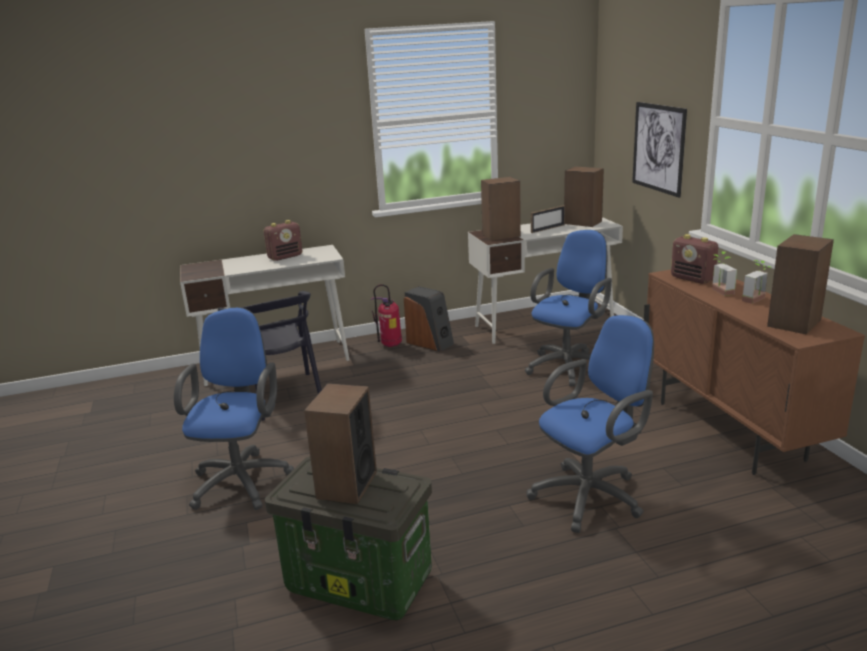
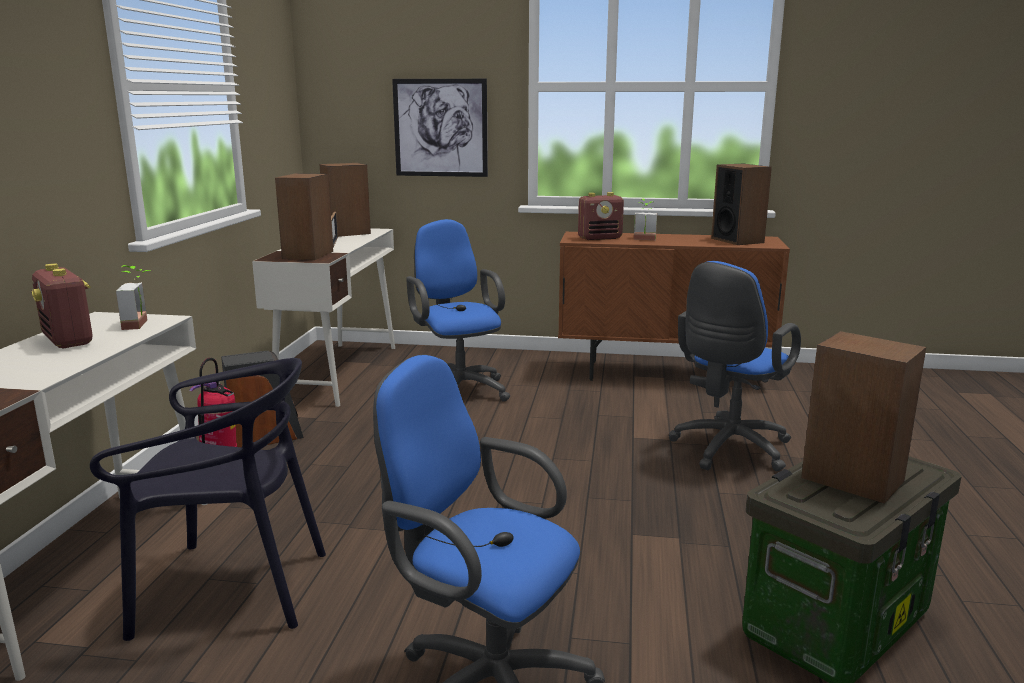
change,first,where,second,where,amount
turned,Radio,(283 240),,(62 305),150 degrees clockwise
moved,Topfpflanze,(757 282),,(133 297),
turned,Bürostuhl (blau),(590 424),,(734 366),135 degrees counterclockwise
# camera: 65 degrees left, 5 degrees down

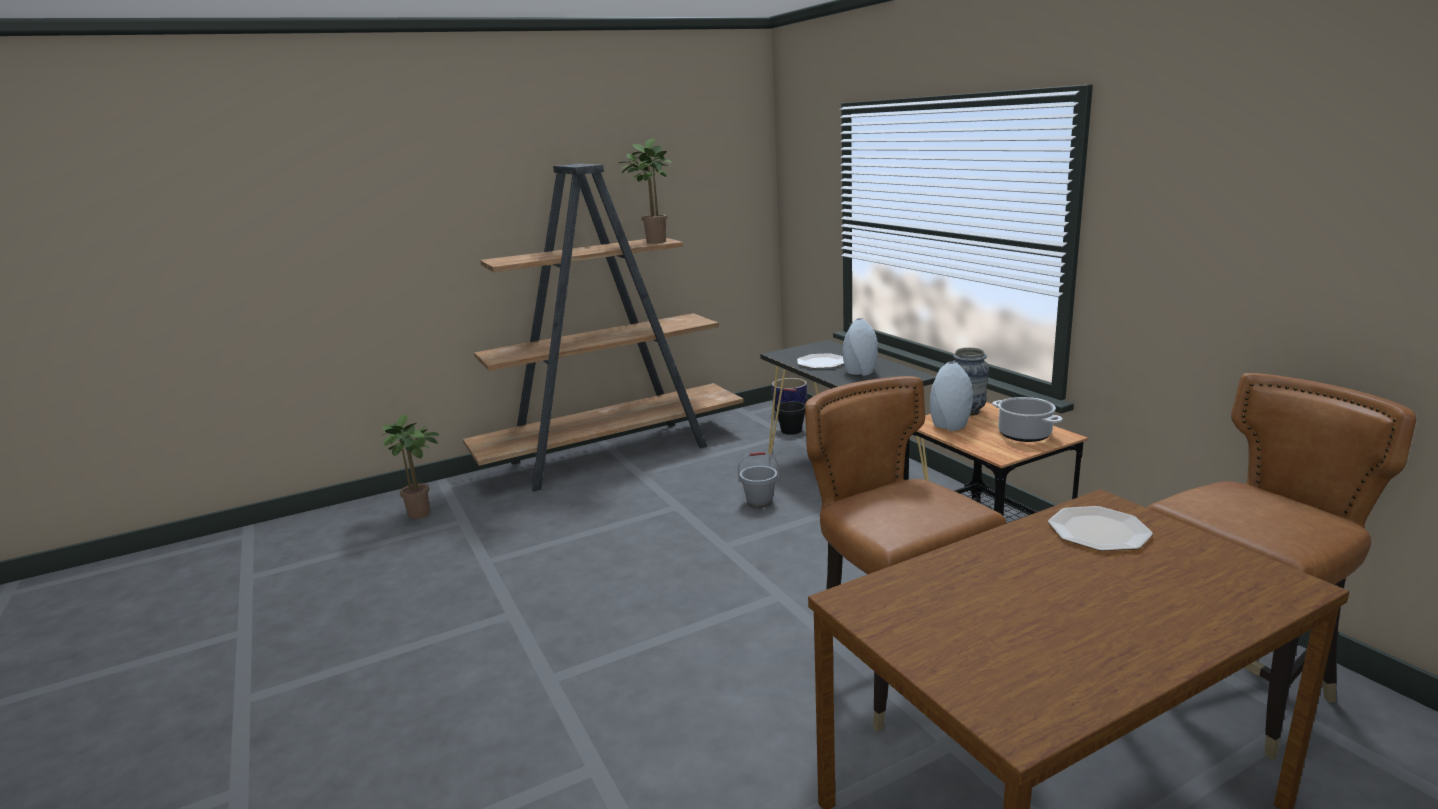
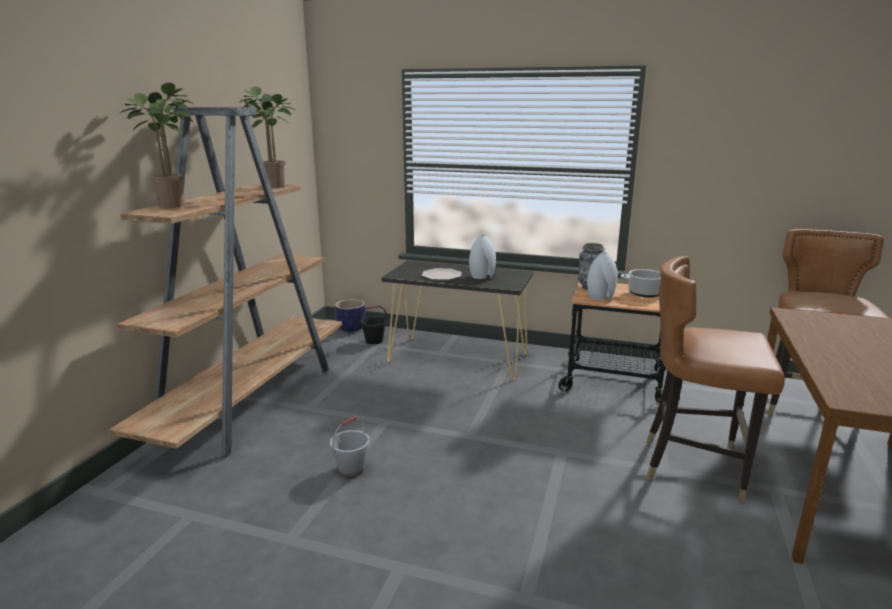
change,first,where,second,where,amount
moved,Topfpflanze,(411 466),,(158 145),
moved,Eimer (grau),(758 480),,(350 446),
removed,Teller,(1100 528),,,
# camera: 45 degrees left, 0 degrees up

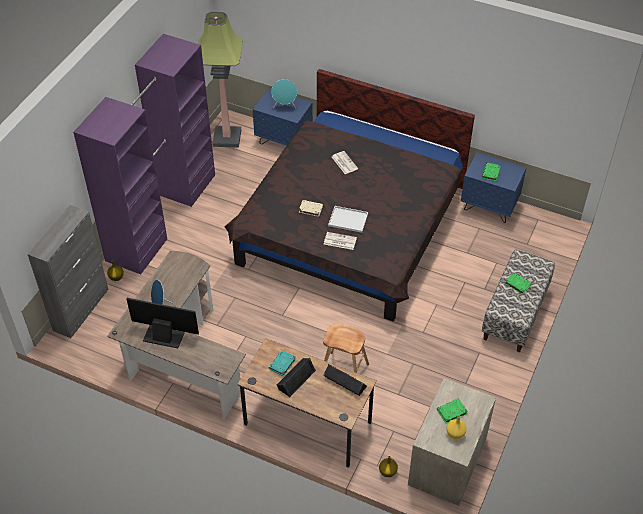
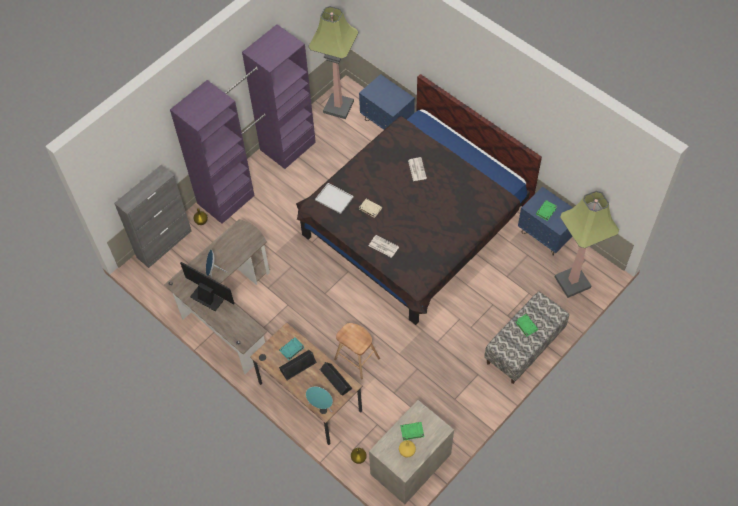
change,first,where,second,where,amount
moved,Lautsprecher (türkis),(284 94),,(319 399),
moved,Tablett (weiß),(348 219),,(334 198),
added,,,Stehlampe,(587 244),
# camera: 20 degrees right, 10 degrees up

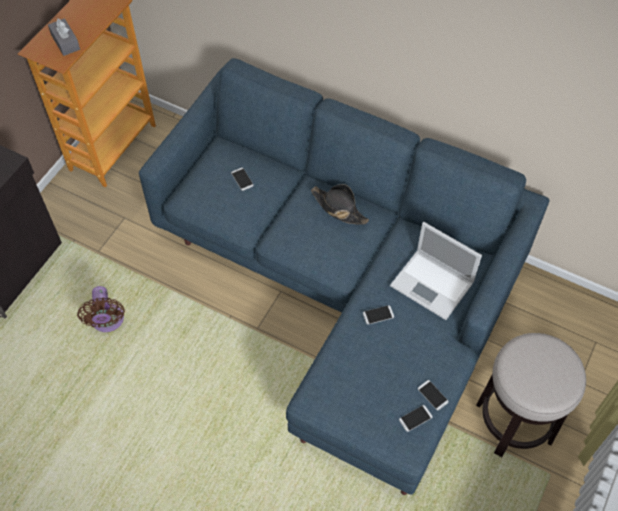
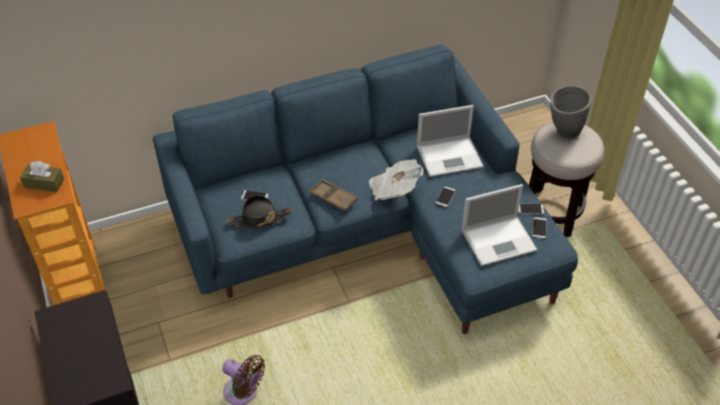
change,first,where,second,where,amount
recoloured,Taschentuchbox (grau),(64 37),Taschentuchbox (braun),(42 176),
moved,Hut (schwarz),(340 204),,(259 211),
added,,,Vase (grau),(570 112),
added,,,Zeitung,(396 179),
added,,,Tablett (braun),(334 195),
added,,,Laptop,(499 225),
# camera: 50 degrees left, 10 degrees down

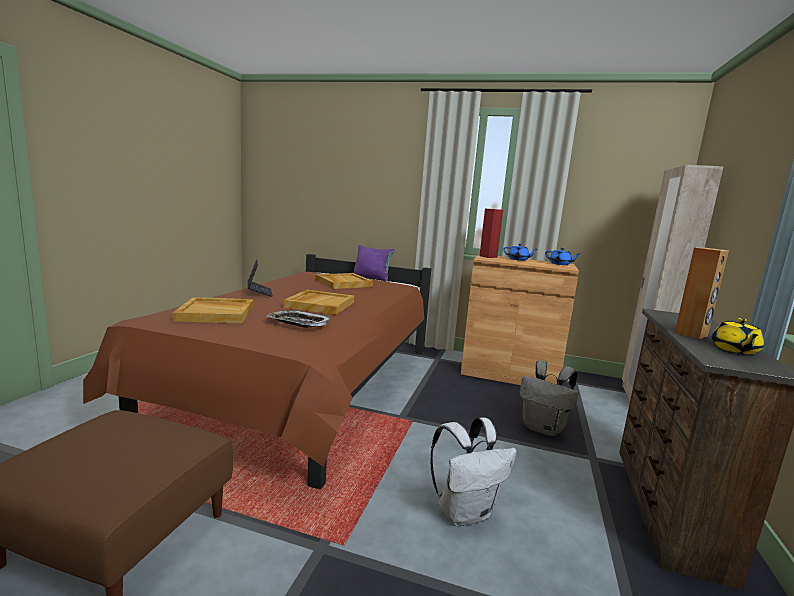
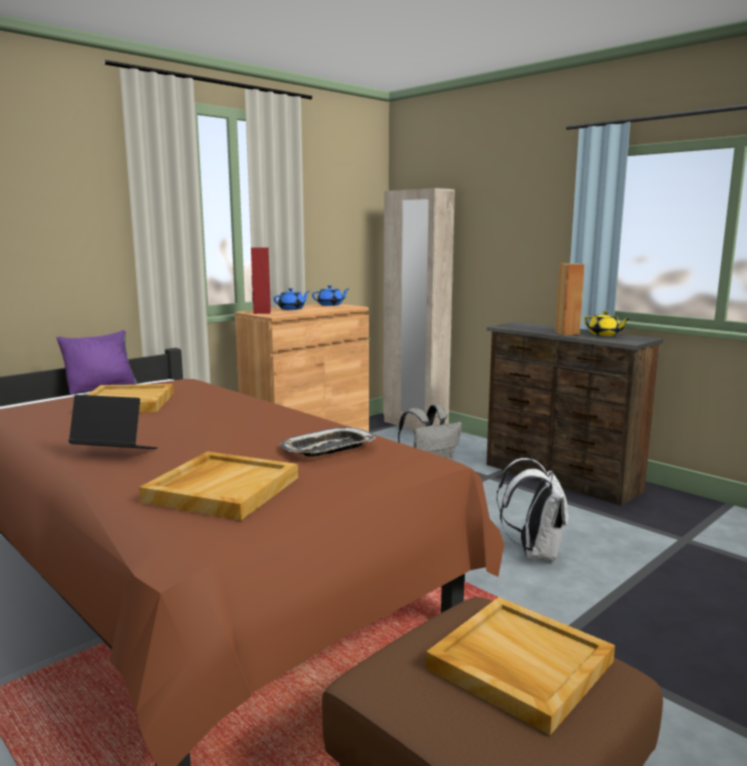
change,first,where,second,where,amount
moved,Tablett (beige),(318 302),,(520 666),
# camera: 60 degrees left, 0 degrees up

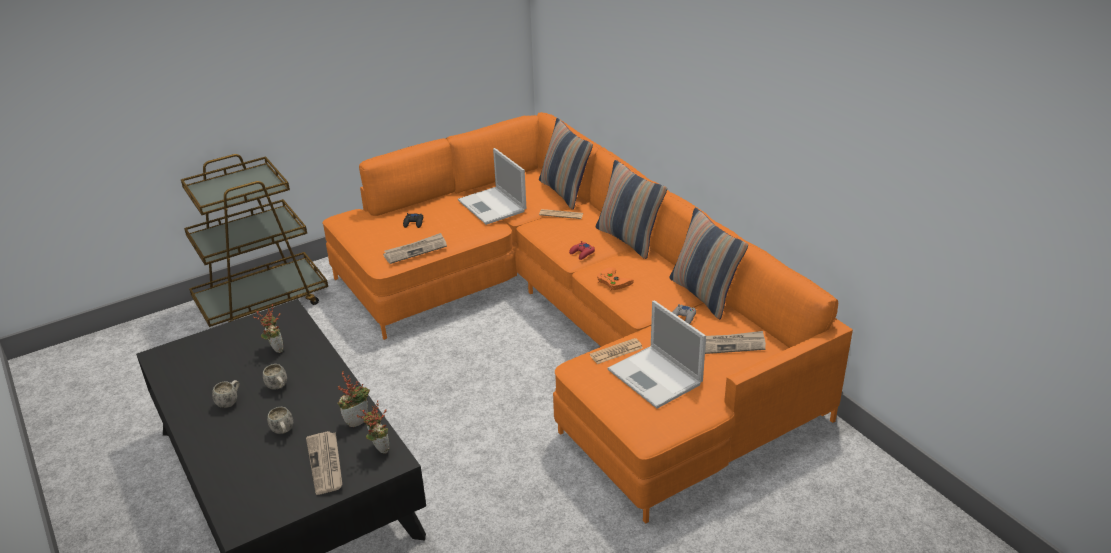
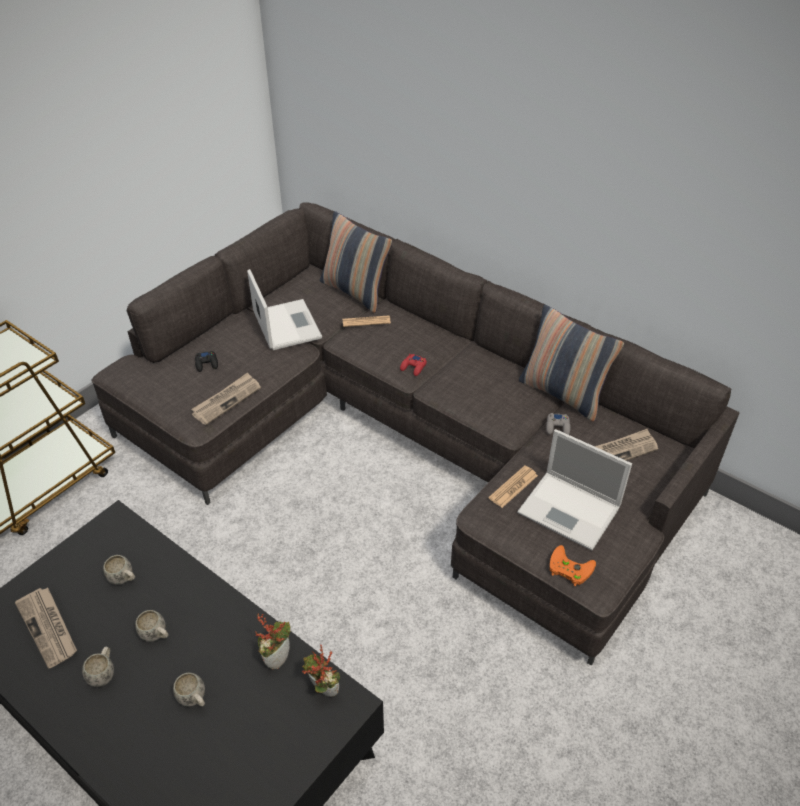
change,first,where,second,where,amount
recoloured,Sofa (orange),(587 318),Sofa (grau),(415 434),
turned,Laptop,(492 186),,(284 309),150 degrees counterclockwise
removed,Kissen,(631 209),,,
moved,Gamepad (orange),(615 279),,(573 566),
replaced,Topfpflanze,(268 328),Henkelbecher (weiß),(119 570),
moved,Zeitung,(324 463),,(46 628),
# camera: 20 degrees left, 10 degrees up

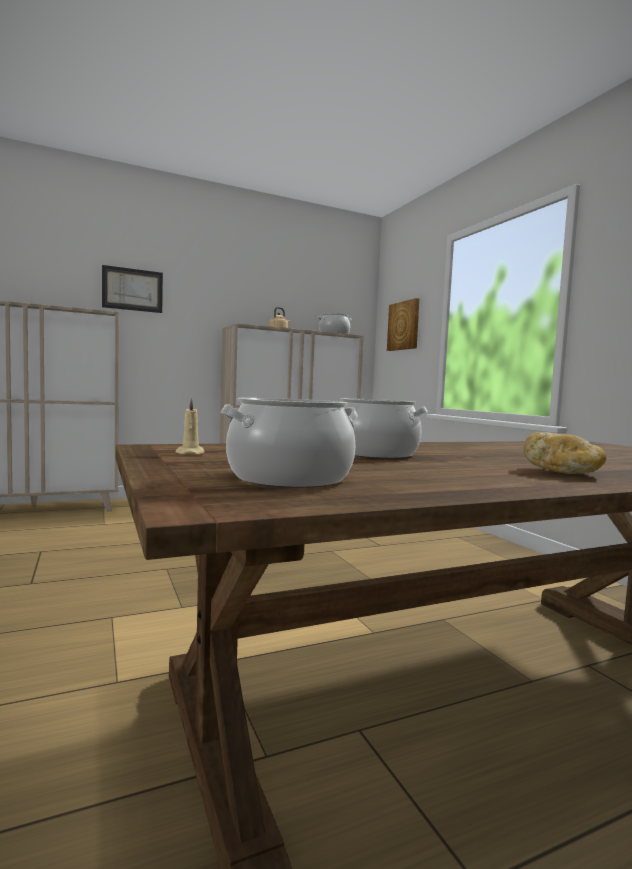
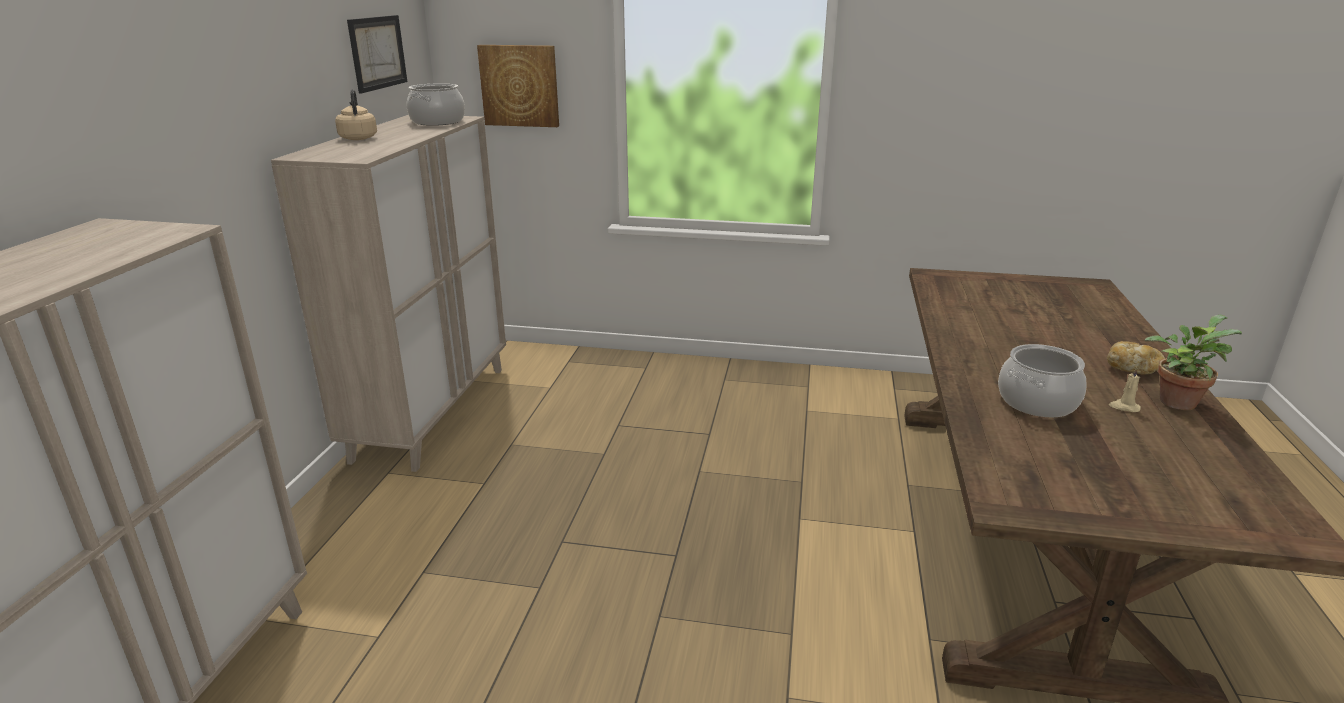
change,first,where,second,where,amount
moved,Bild,(132 289),,(377 54),
moved,Kerze (beige),(190 426),,(1125 389),
removed,Kochtopf,(289 443),,,
added,,,Topfpflanze,(1193 362),
# camera: 55 degrees left, 20 degrees up

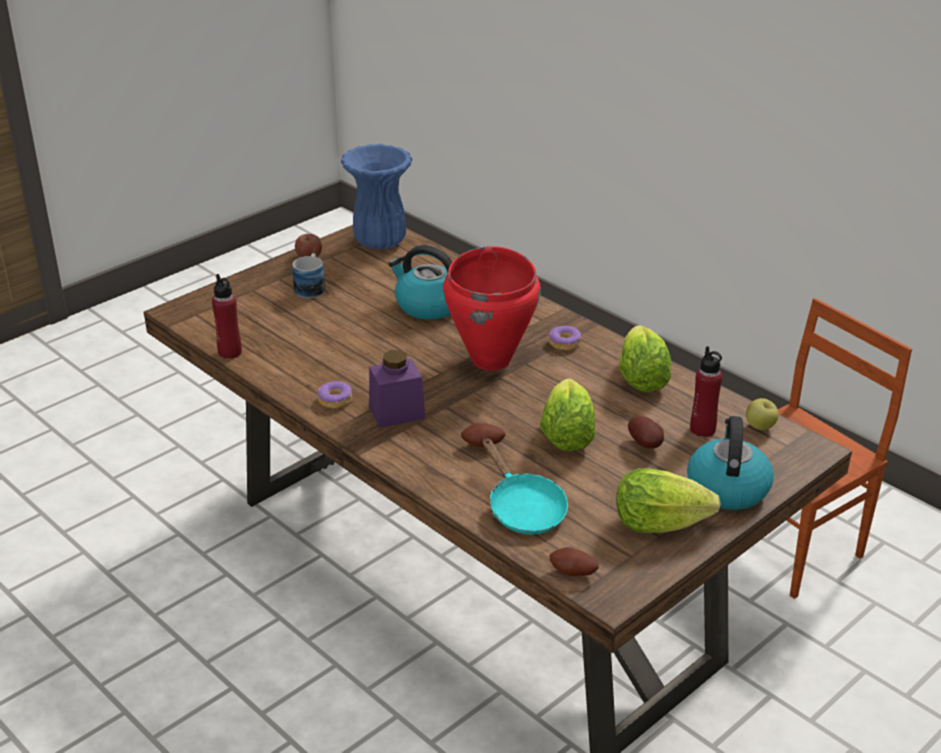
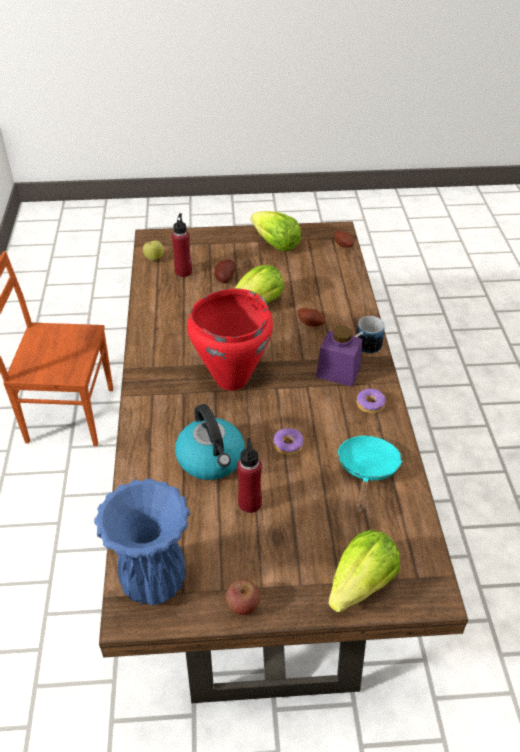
change,first,where,second,where,amount
moved,Henkelbecher,(308 276),,(369 335),
moved,Flasche (rot),(227 316),,(249 475),
moved,Salatkopf,(645 358),,(364 571),
moved,Donut,(565 338),,(288 441),
removed,Wasserkessel,(730 463),,,
moved,Pfanne (türkis),(525 486),,(370 474),
# camera: 140 degrees left, 10 degrees up

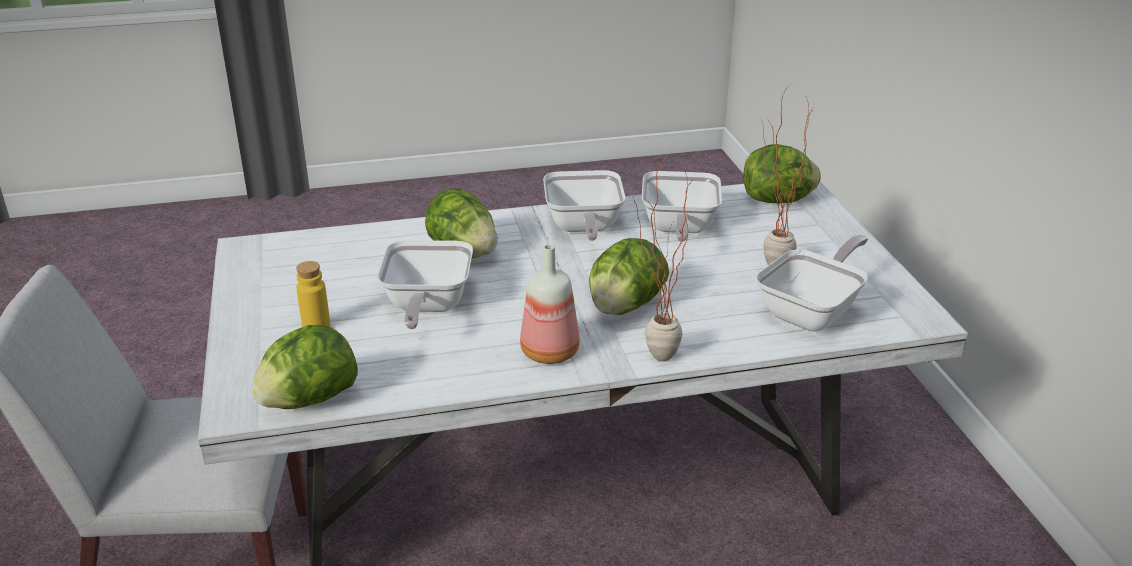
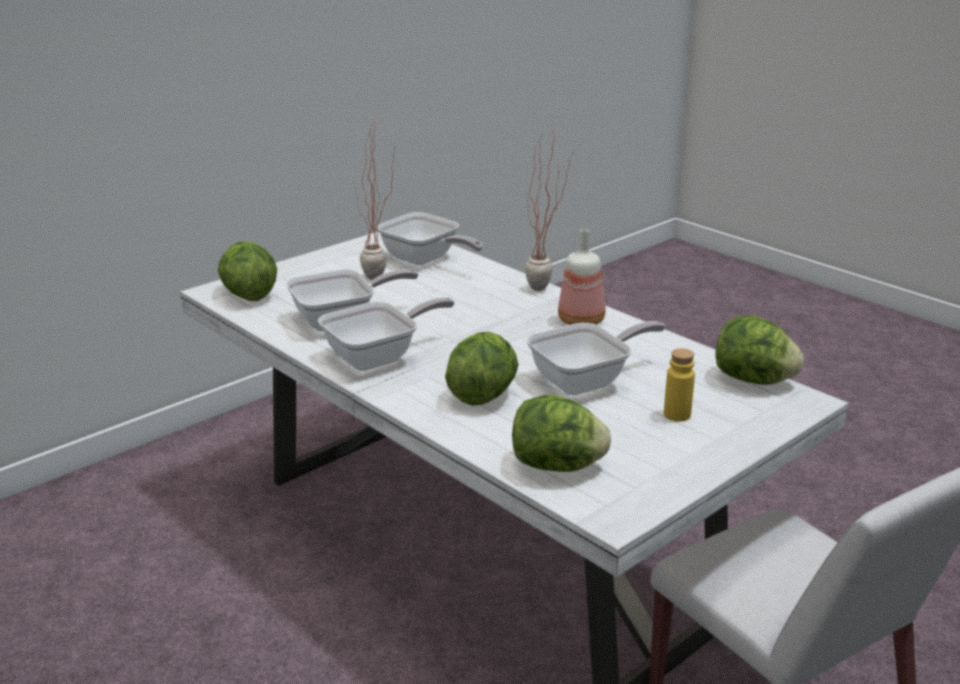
change,first,where,second,where,amount
turned,Pfanne,(812 283),,(429 238),150 degrees counterclockwise
moved,Salatkopf,(629 276),,(561 433),
# camera: 120 degrees left, 5 degrees down

